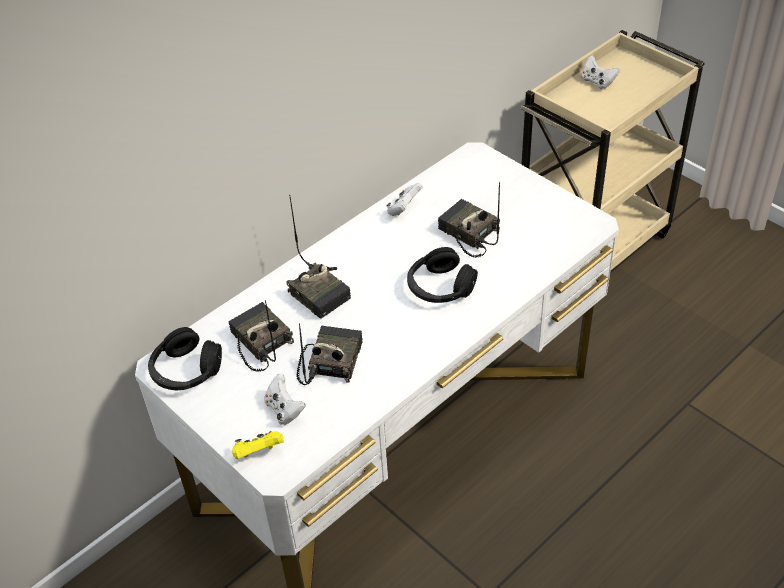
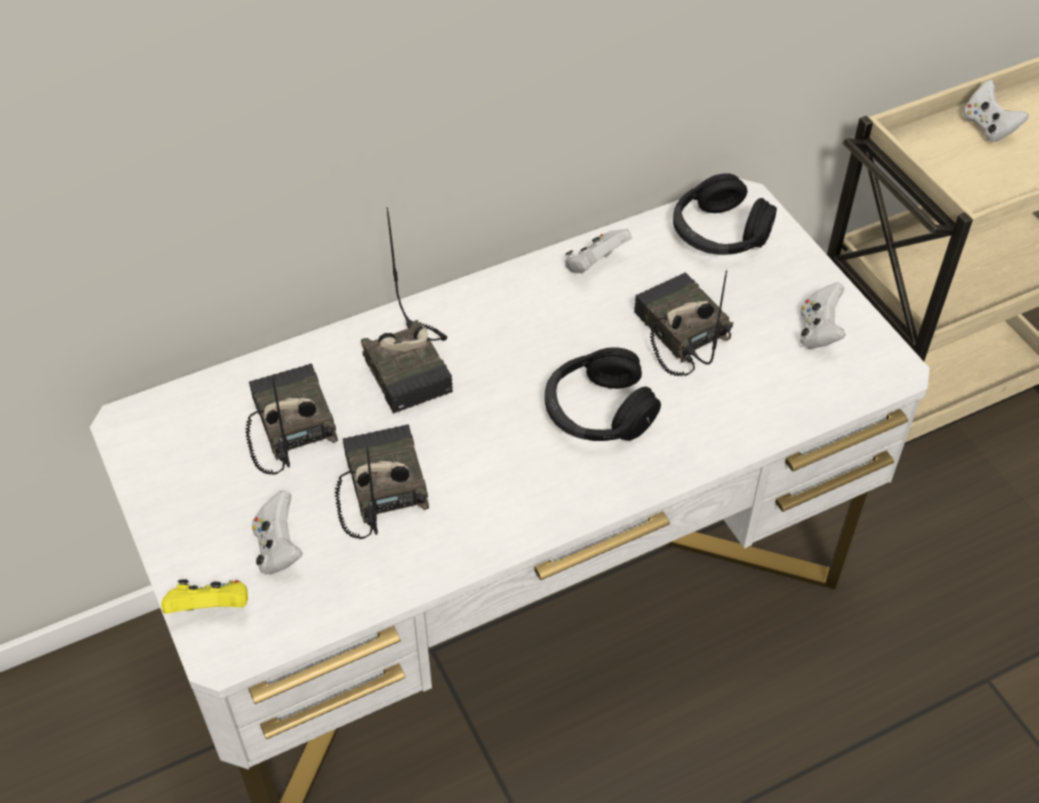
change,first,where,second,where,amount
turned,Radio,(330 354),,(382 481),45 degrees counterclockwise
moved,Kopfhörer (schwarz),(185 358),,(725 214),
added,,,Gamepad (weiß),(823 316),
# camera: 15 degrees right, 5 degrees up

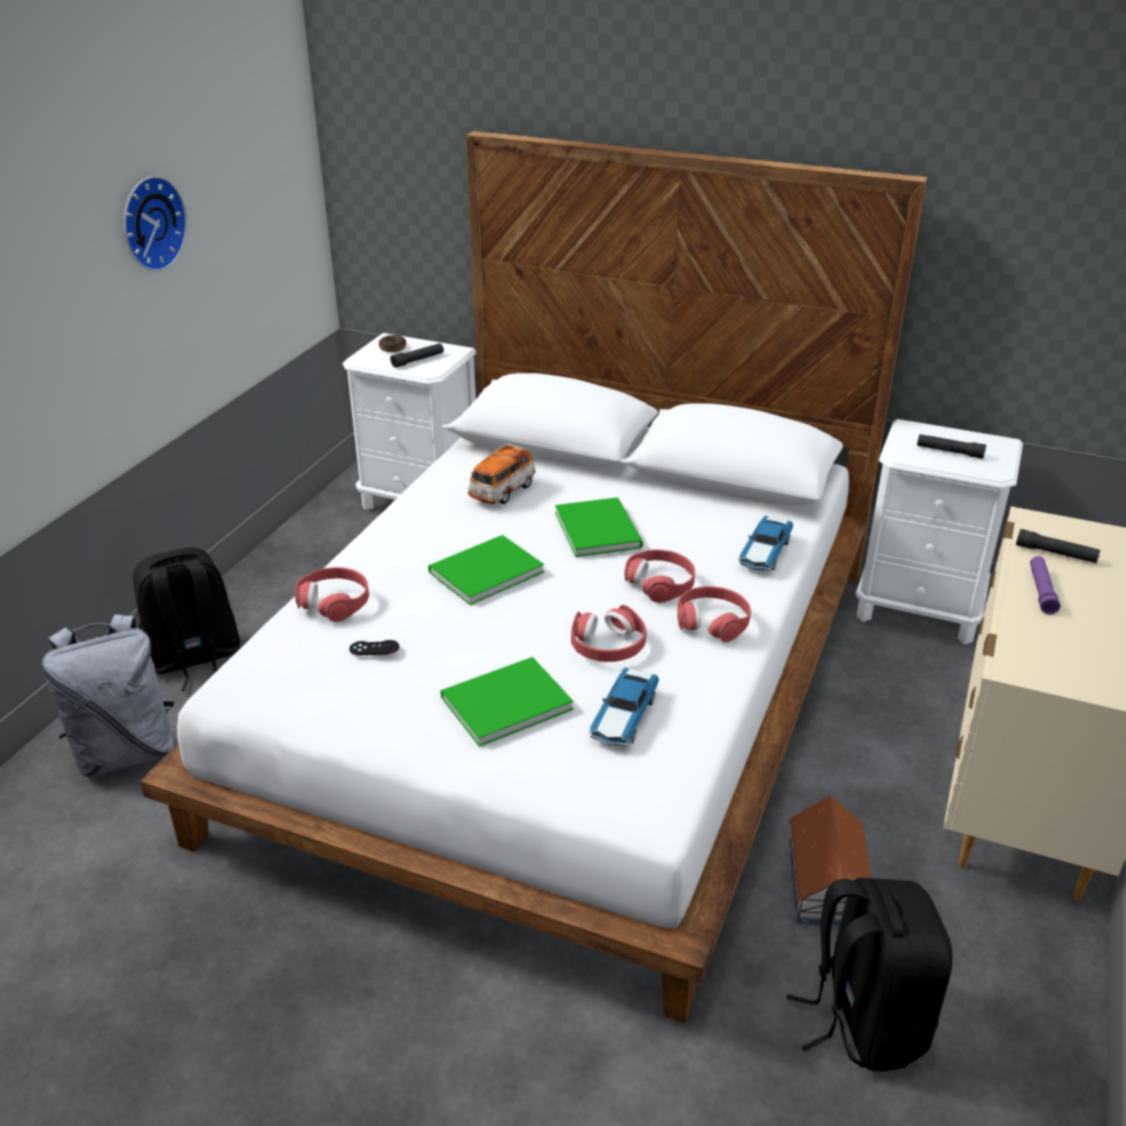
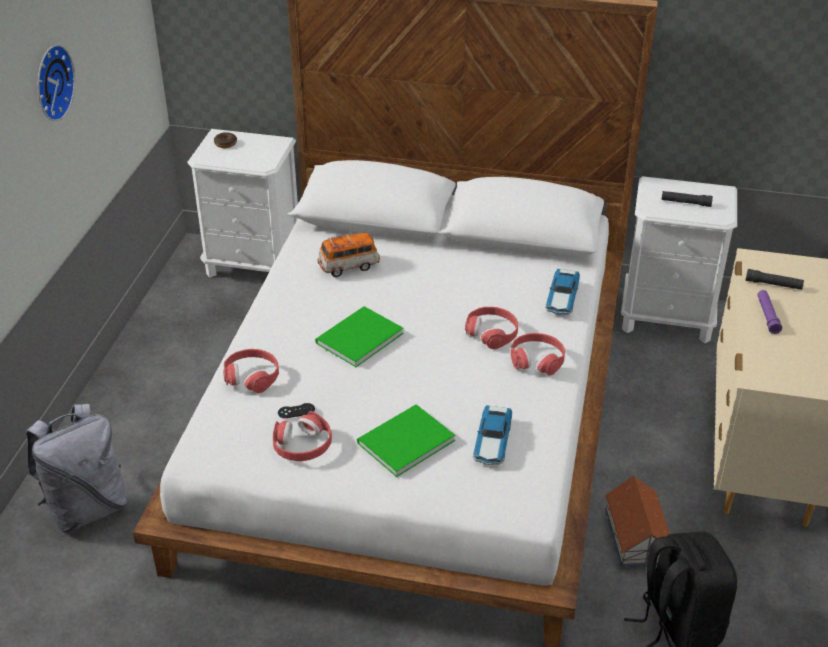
change,first,where,second,where,amount
removed,Taschenlampe (schwarz),(417 355),,,
turned,Spielzeugauto,(502 473),,(349 255),135 degrees counterclockwise
removed,Buch (grün),(599 527),,,
removed,Rucksack (schwarz),(186 619),,,
moved,Kopfhörer (rot),(609 633),,(302 436),
# camera: 10 degrees left, 5 degrees up

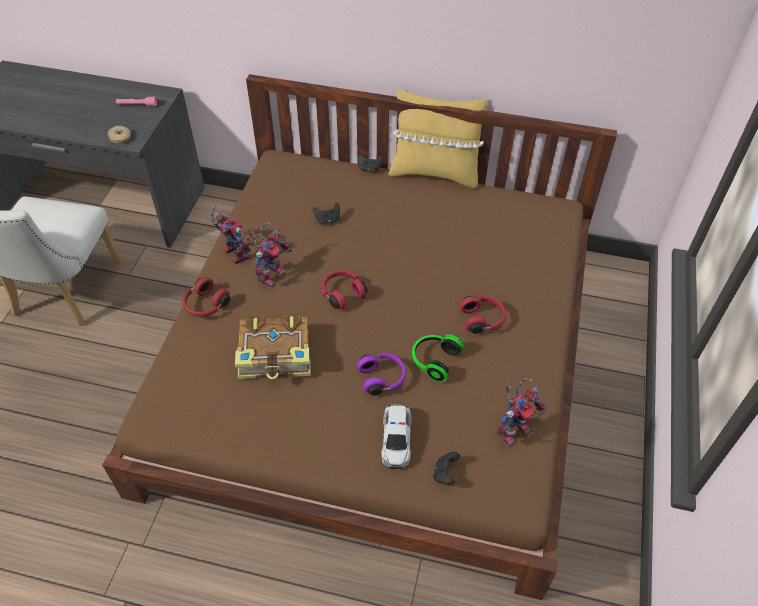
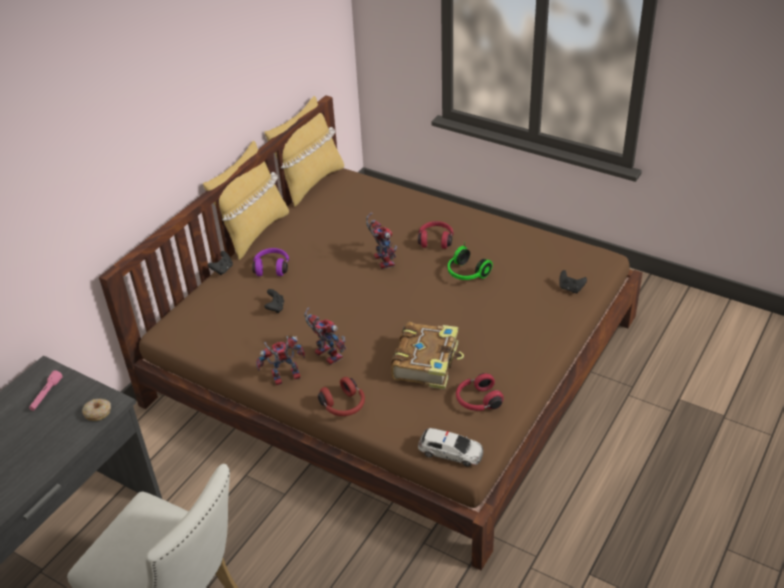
change,first,where,second,where,amount
moved,Kopfhörer (rot),(344 290),,(480 392),
moved,Kopfhörer (lila),(381 374),,(270 262),
moved,Spielzeugroboter,(521 412),,(382 240),
moved,Spielzeugauto,(396 436),,(450 447),
added,,,Kissen (gelb),(304 151),
# camera: 70 degrees left, 10 degrees down

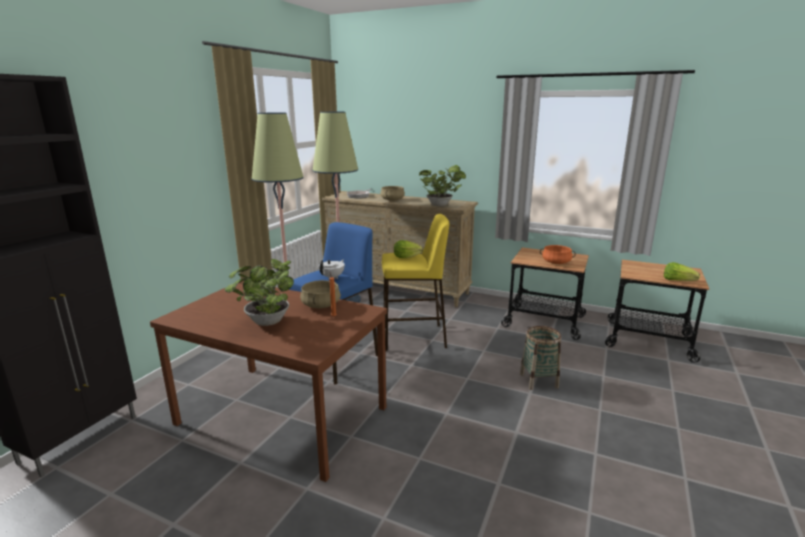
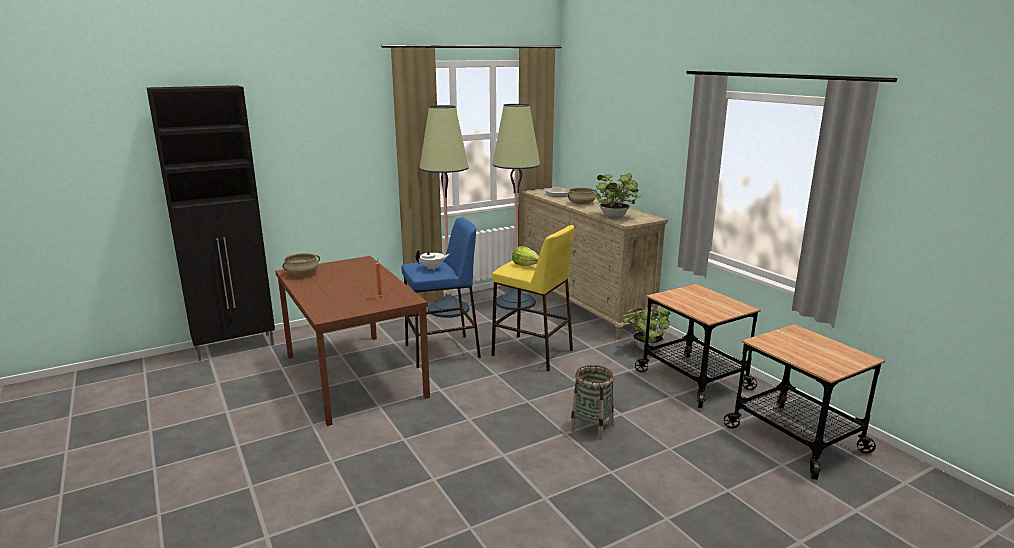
change,first,where,second,where,amount
removed,Kochtopf (orange),(558 254),,,
moved,Topfpflanze,(259 292),,(646 327),
removed,Salatkopf,(682 271),,,
moved,Kochtopf (beige),(320 294),,(301 264),
# camera: 35 degrees right, 0 degrees up

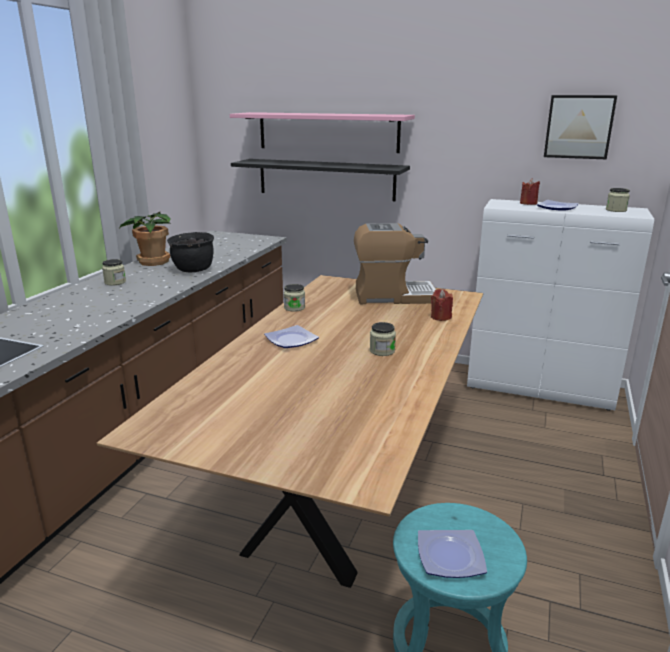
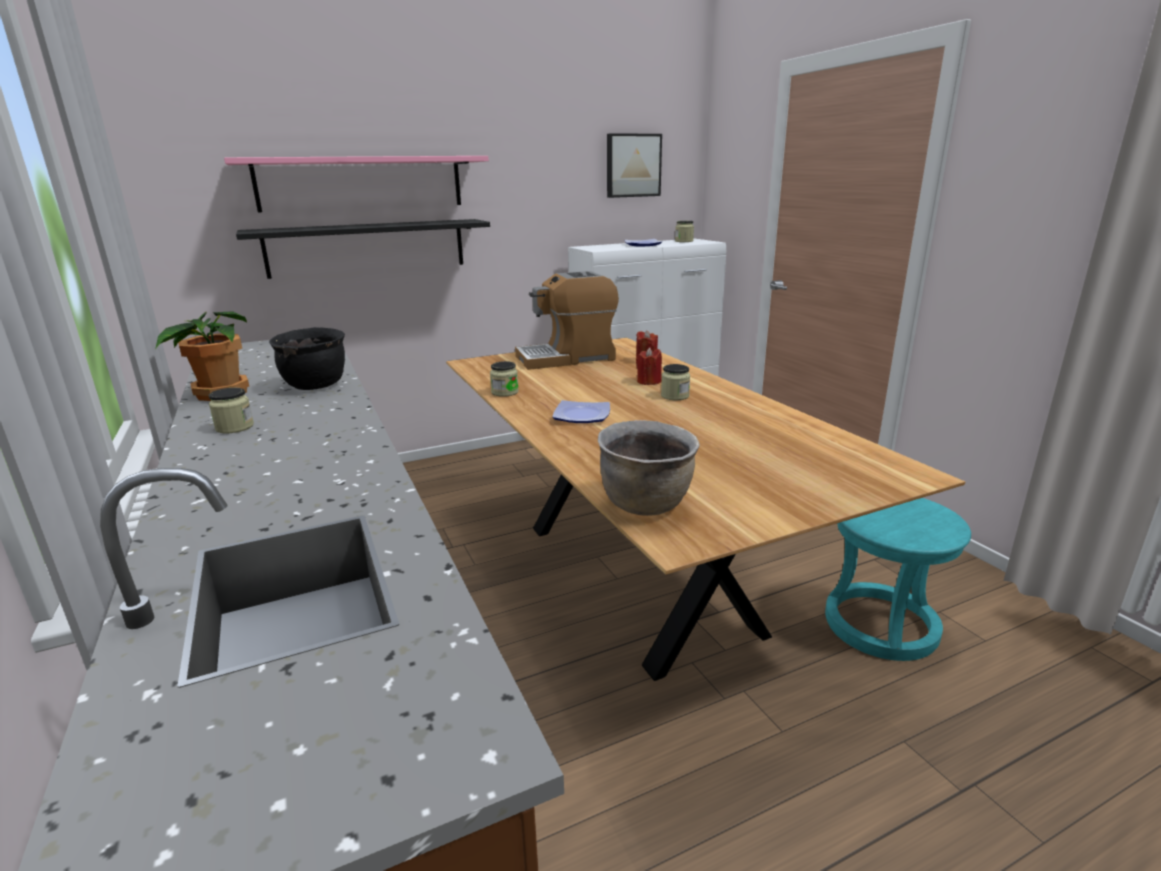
change,first,where,second,where,amount
moved,Kerze (rot),(530 192),,(649 366),
turned,Kaffeemaschine,(395 263),,(567 320),150 degrees counterclockwise
removed,Teller,(452 554),,,
added,,,Kochtopf (braun),(649 468),
# camera: 45 degrees left, 0 degrees up

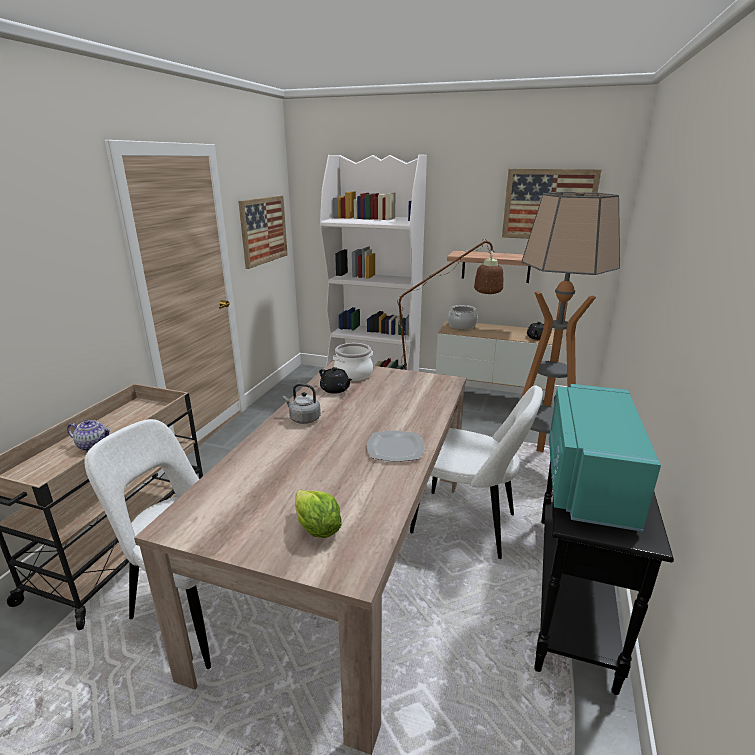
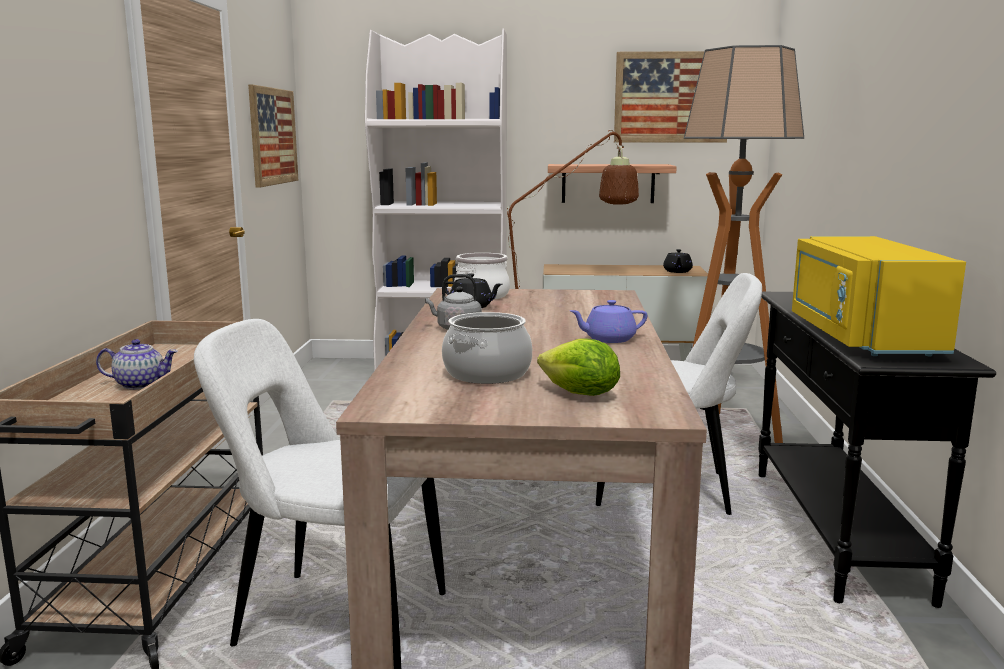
change,first,where,second,where,amount
moved,Kochtopf,(463 317),,(487 348),
recoloured,Mikrowelle (türkis),(605 458),Mikrowelle (gelb),(879 296),
replaced,Teller,(396 446),Teekanne (lila),(608 321),
# camera: 15 degrees left, 10 degrees down

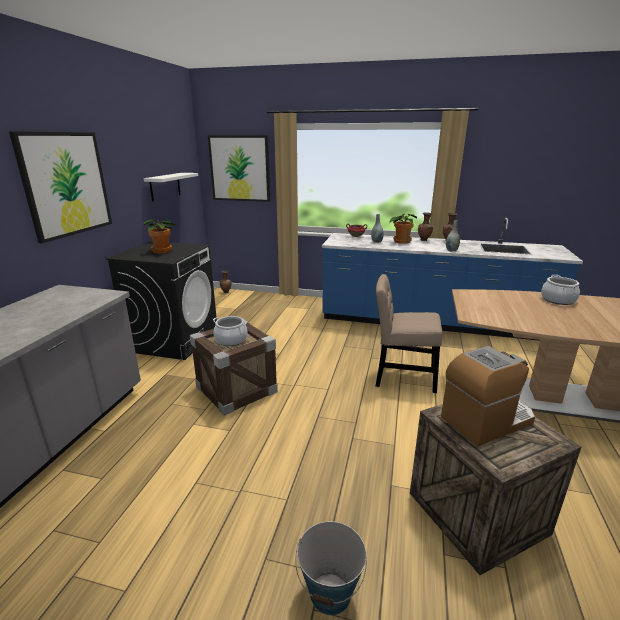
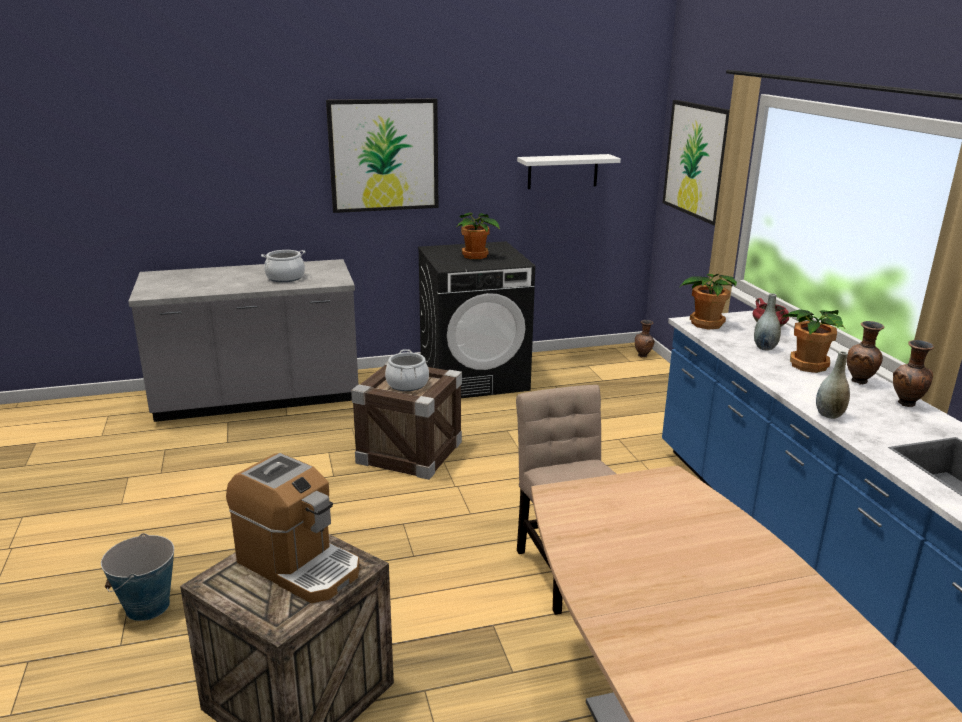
change,first,where,second,where,amount
moved,Kochtopf,(560 290),,(283 266),
added,,,Topfpflanze,(708 301),
# camera: 60 degrees right, 0 degrees up

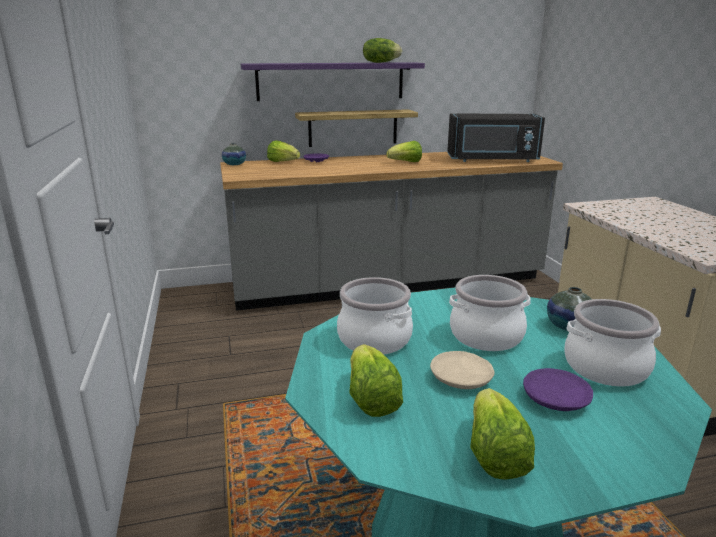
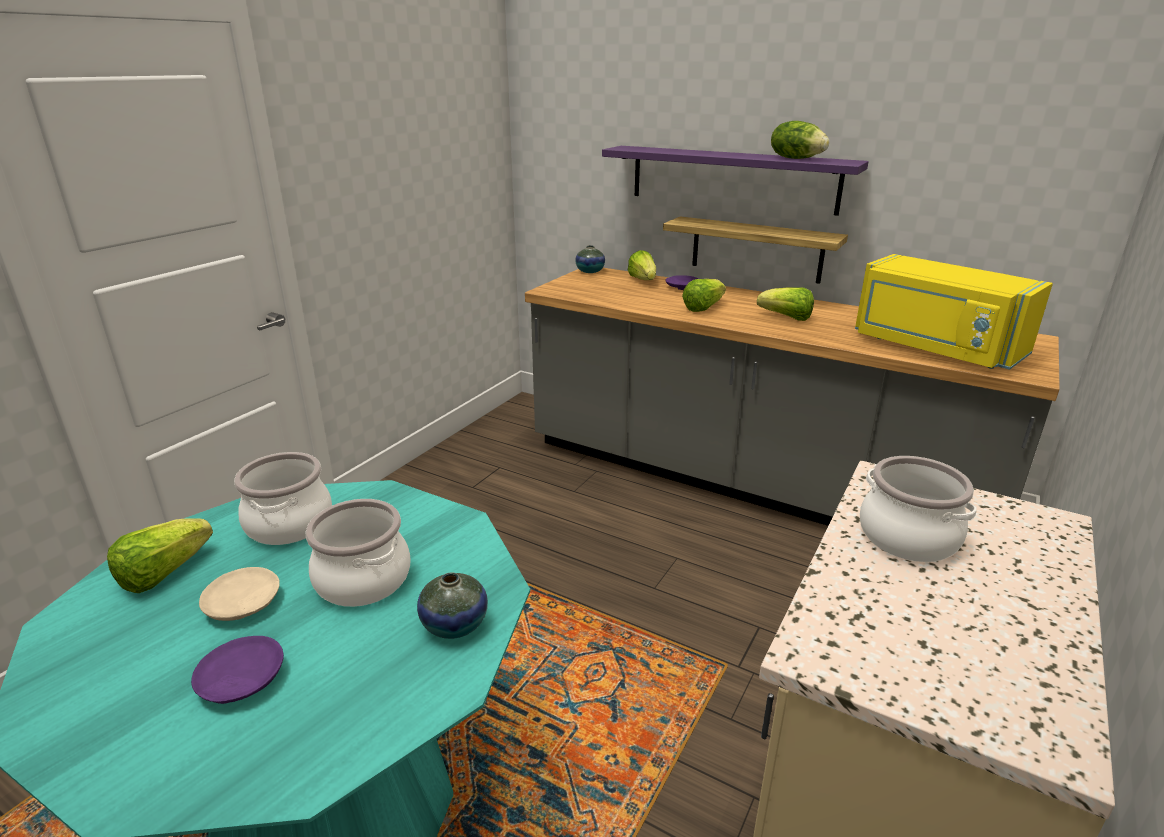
change,first,where,second,where,amount
recoloured,Mikrowelle (schwarz),(496 138),Mikrowelle (gelb),(954 312),
moved,Kochtopf,(612 343),,(918 509),
moved,Salatkopf,(502 434),,(704 295),
# camera: 45 degrees right, 5 degrees up

